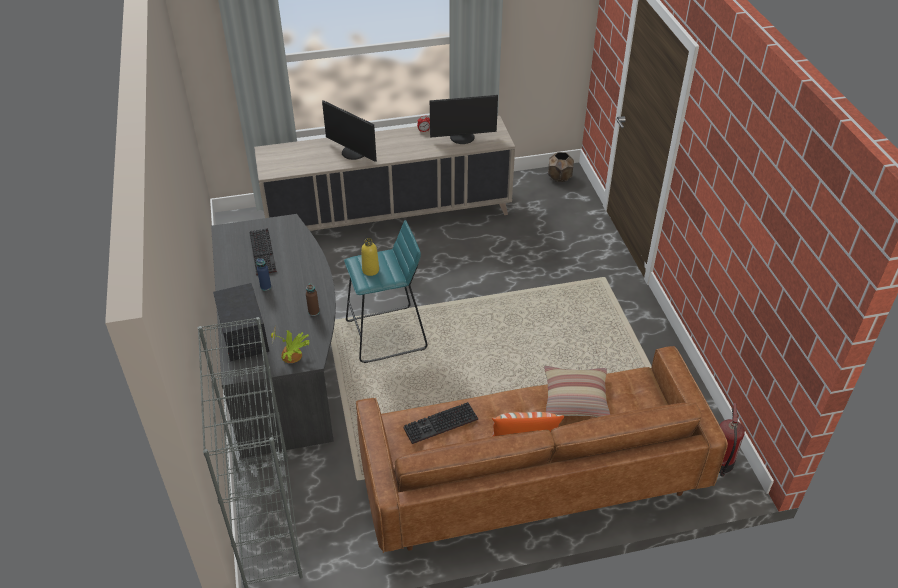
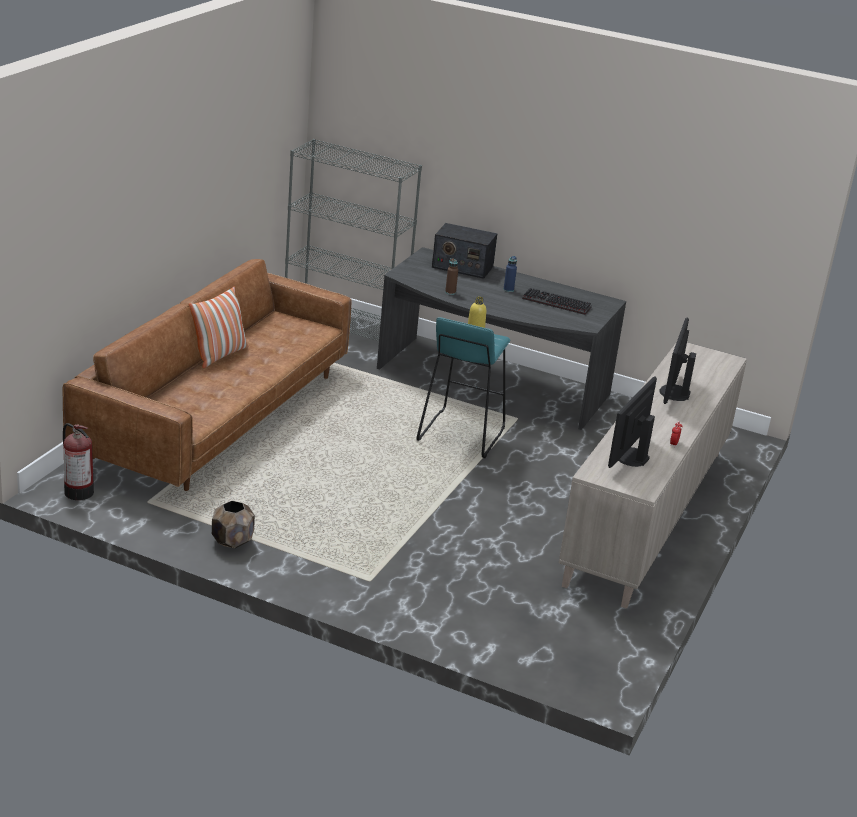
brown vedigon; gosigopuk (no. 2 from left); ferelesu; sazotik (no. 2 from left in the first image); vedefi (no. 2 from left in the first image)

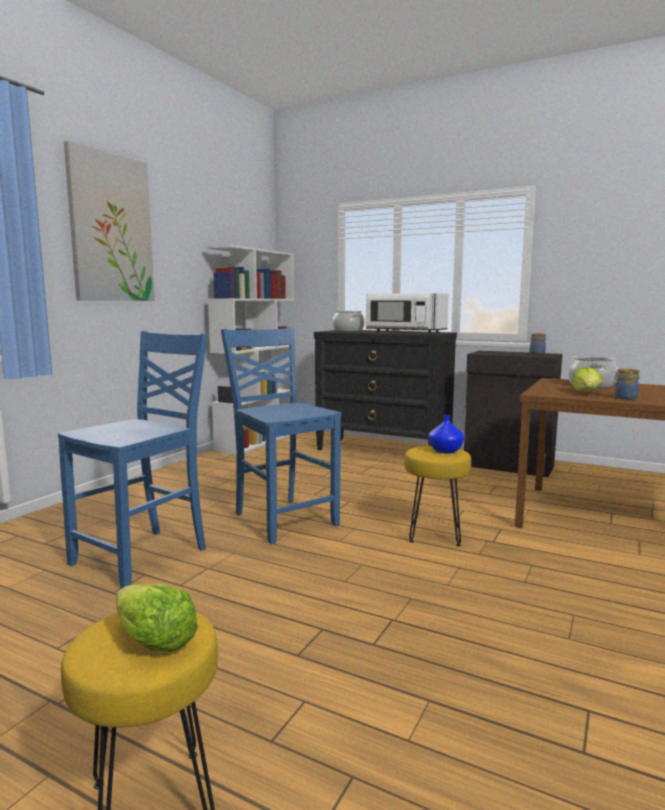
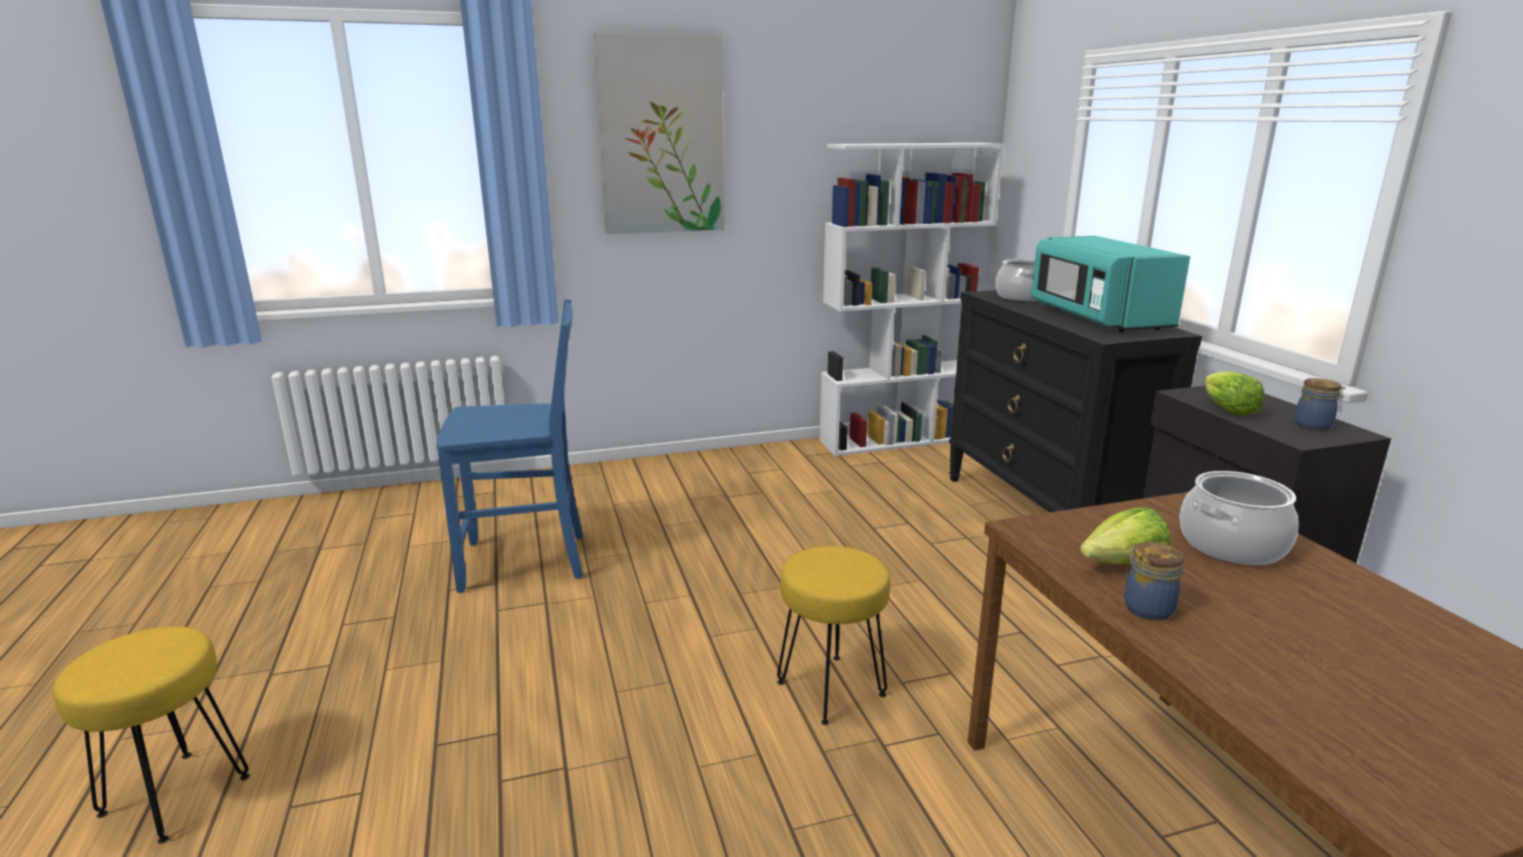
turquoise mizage; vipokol (no. 2 from left); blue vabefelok (no. 2 from left in the first image); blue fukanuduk

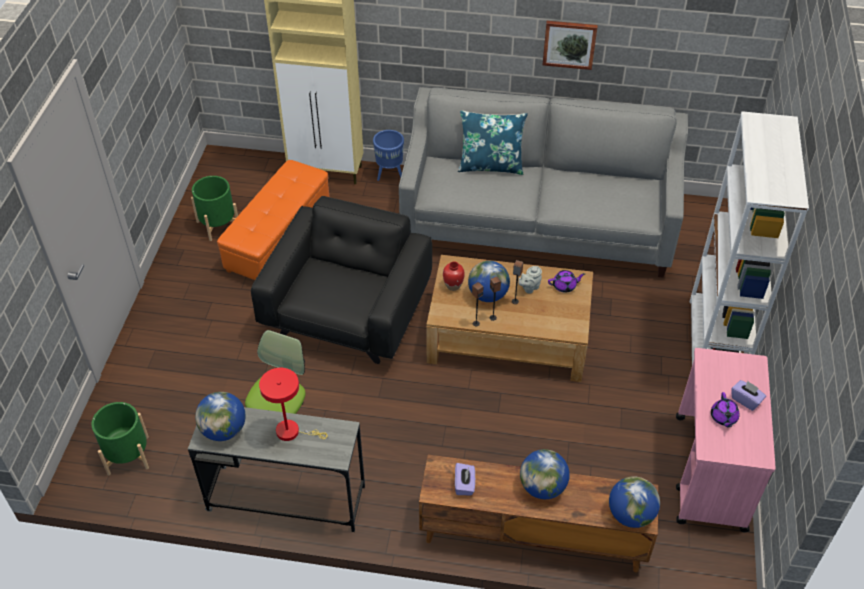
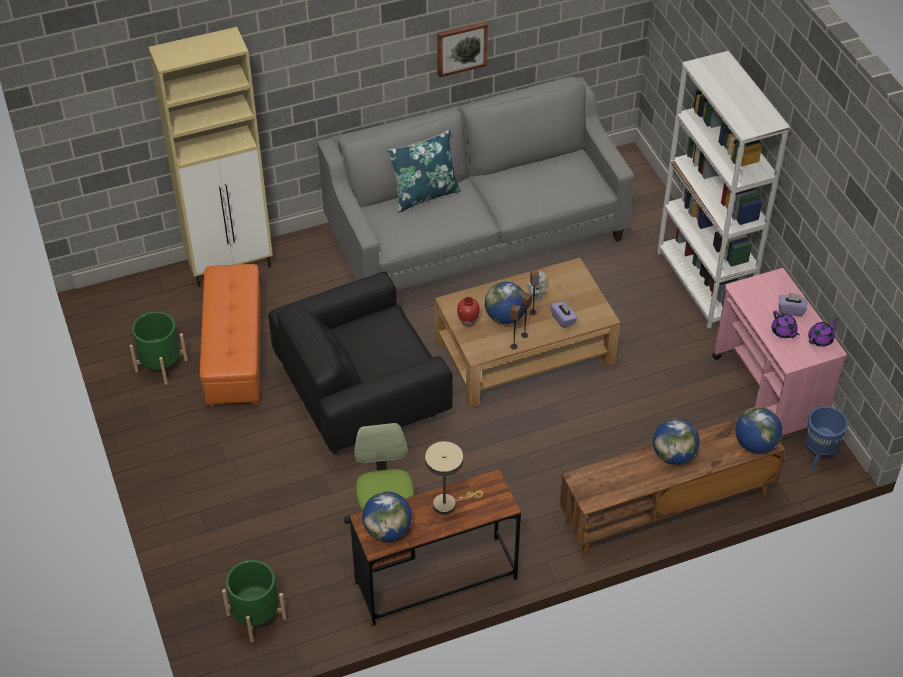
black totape; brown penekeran; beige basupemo; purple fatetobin (no. 1 from left); blue vedigon; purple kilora (no. 2 from left)

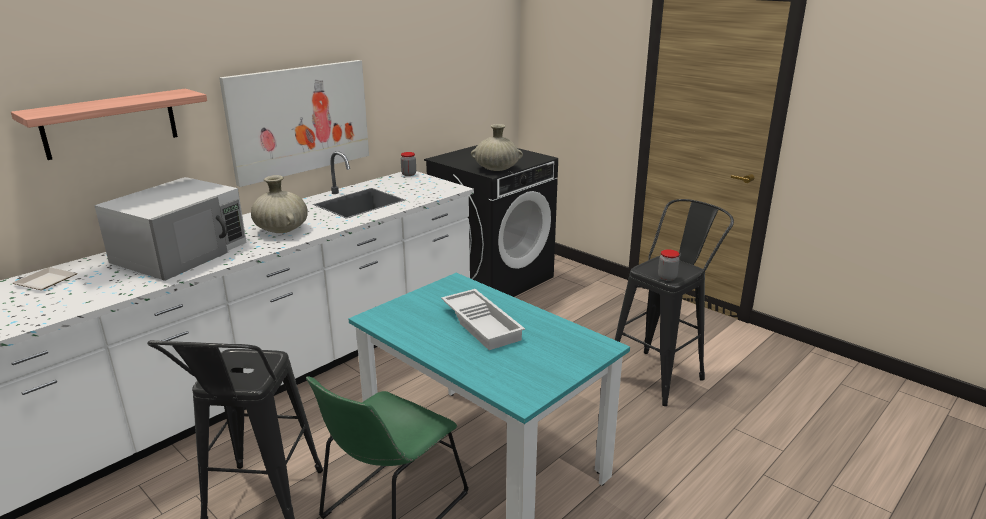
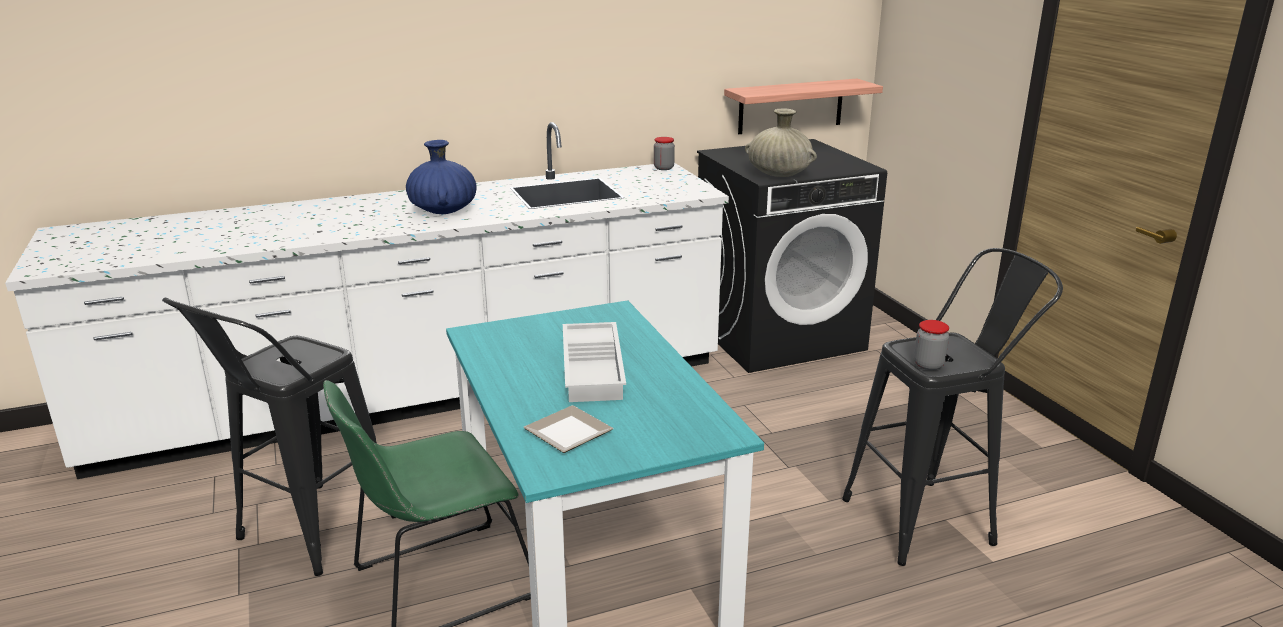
blue fukanuduk; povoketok; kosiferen; white mizage; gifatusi

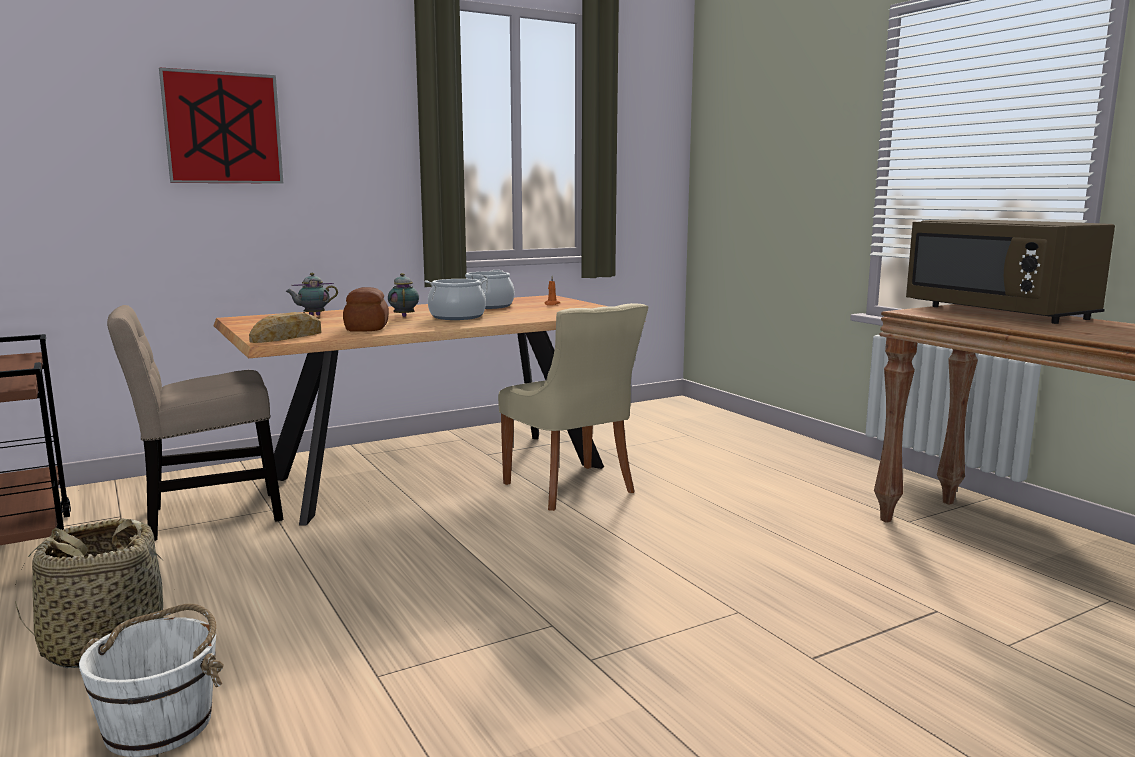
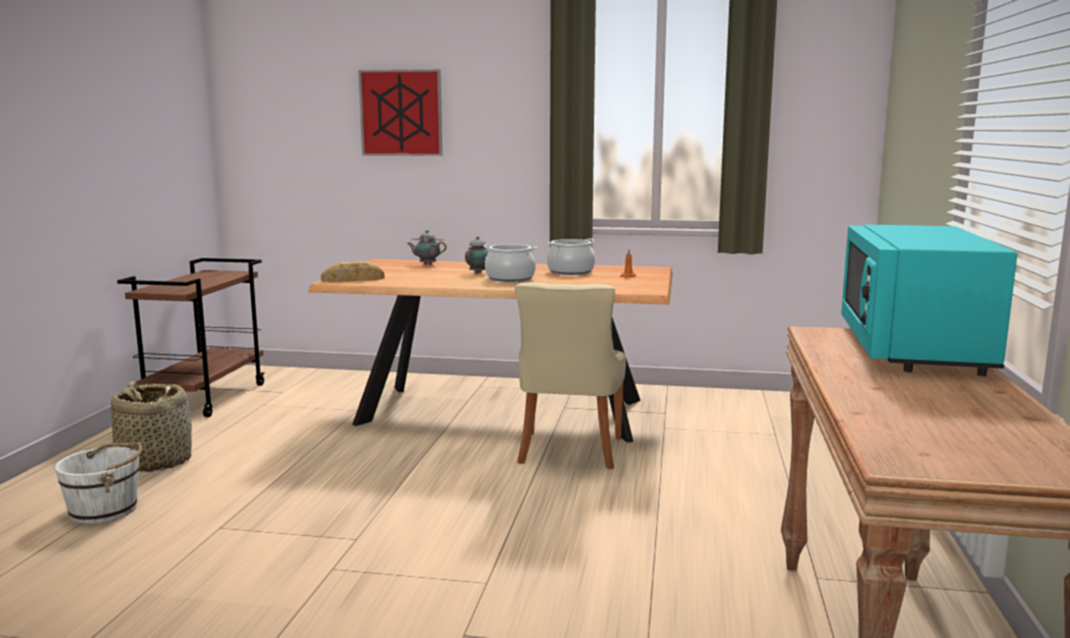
turquoise mizage; beige vabefelok (no. 1 from left in the first image); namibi (no. 2 from left in the first image)

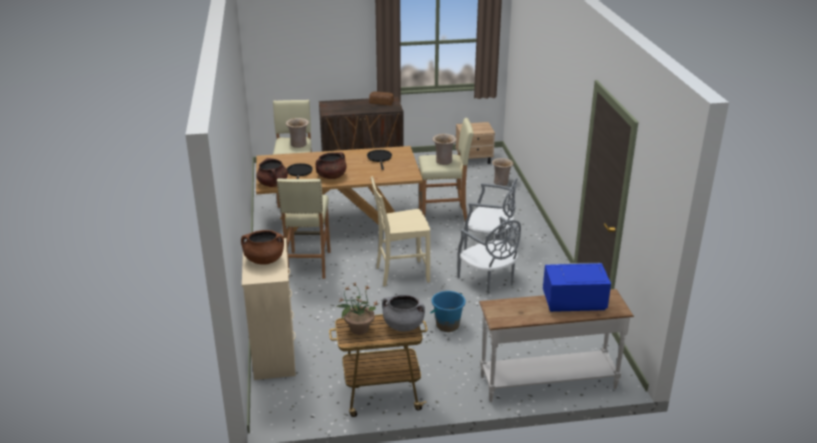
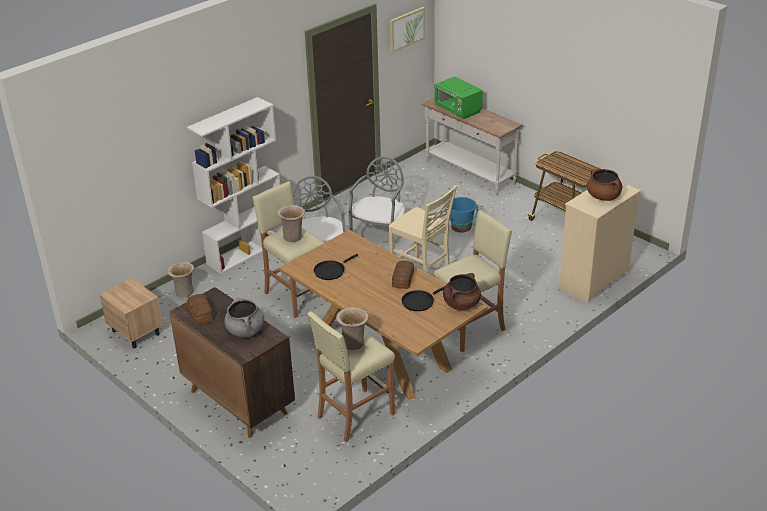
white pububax; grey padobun; gifatusi; namibi (no. 2 from left); green mizage; ferelesu

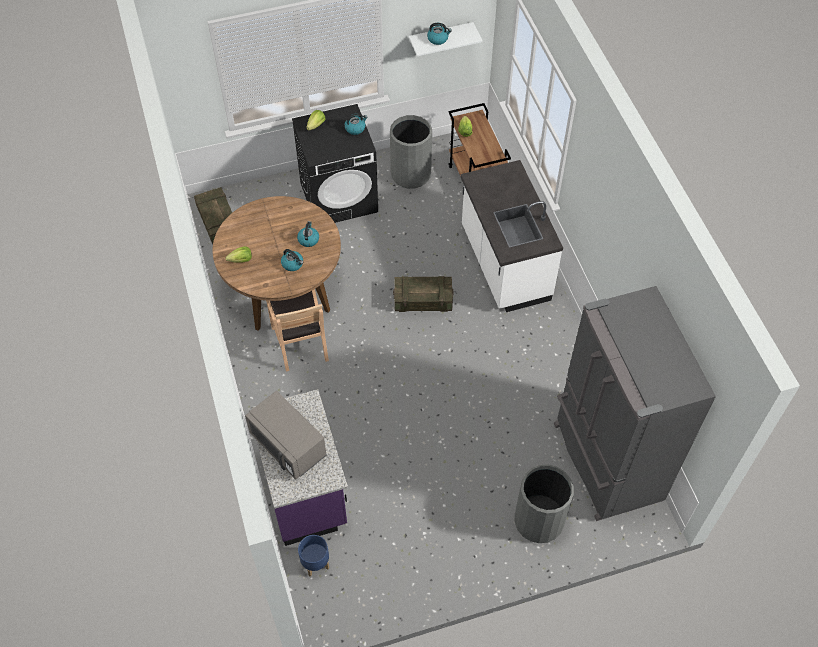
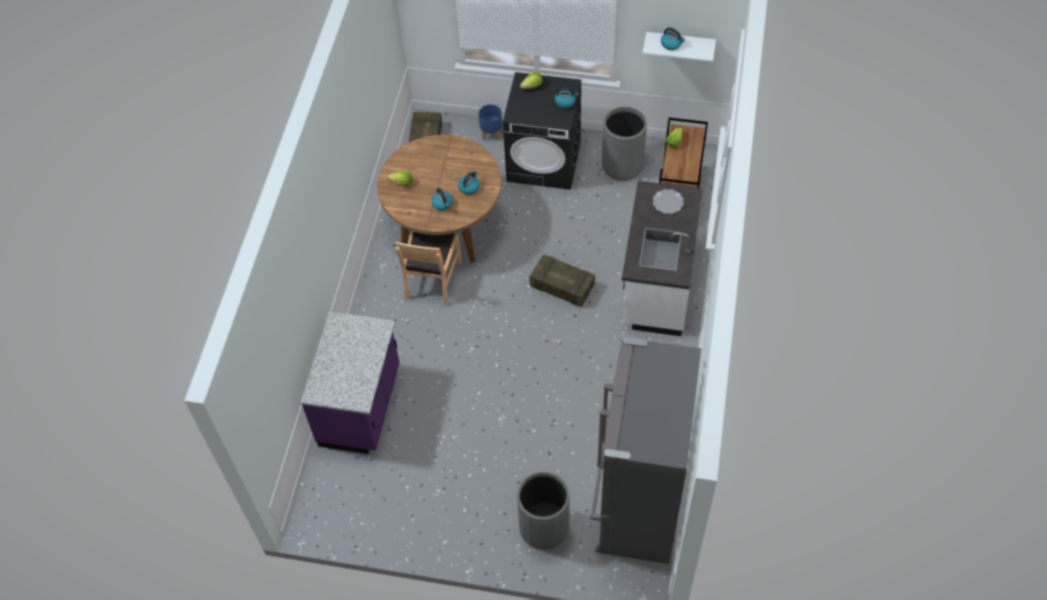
blue vedigon; povoketok; grey mizage

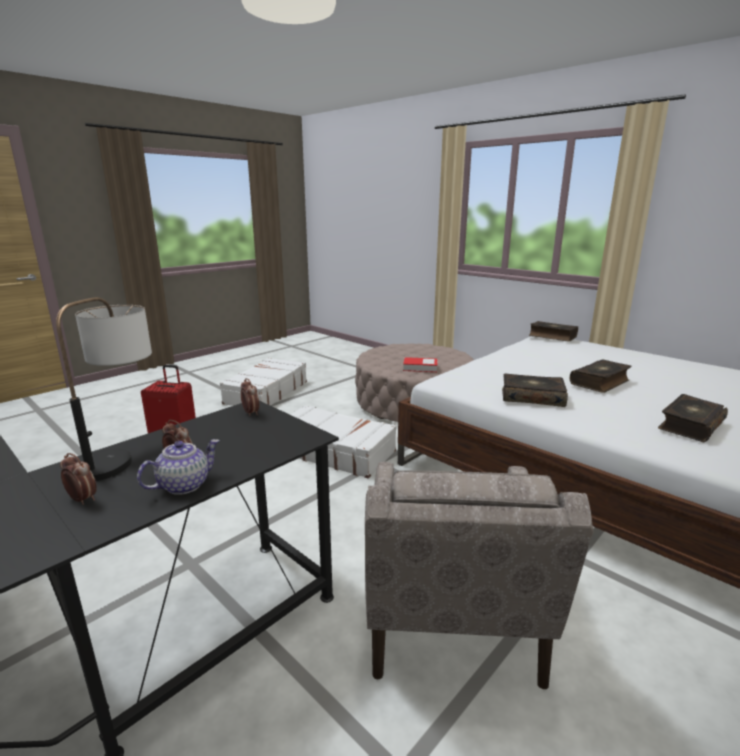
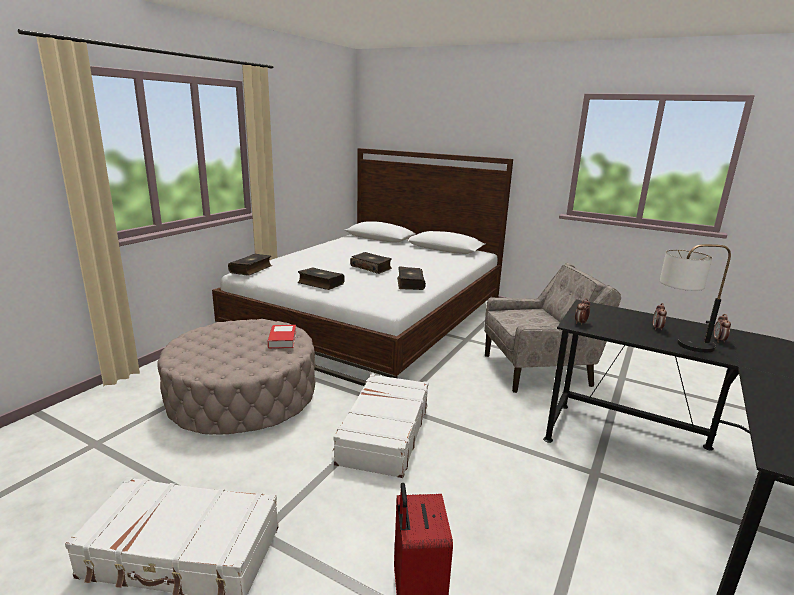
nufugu (no. 3 from left); kilora

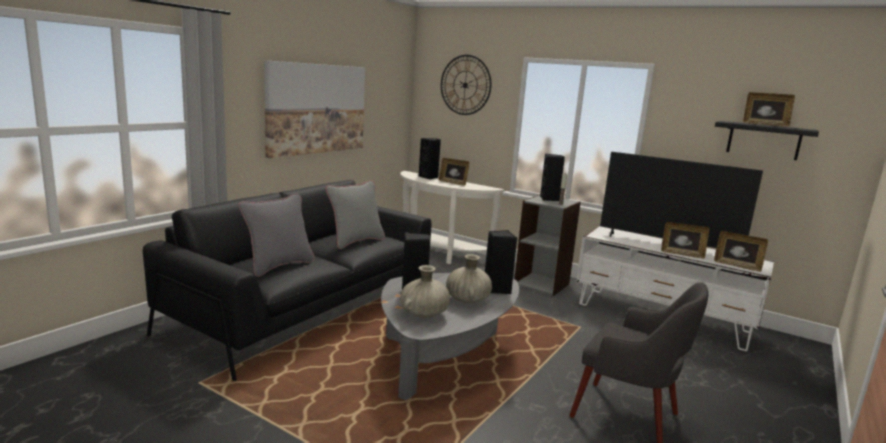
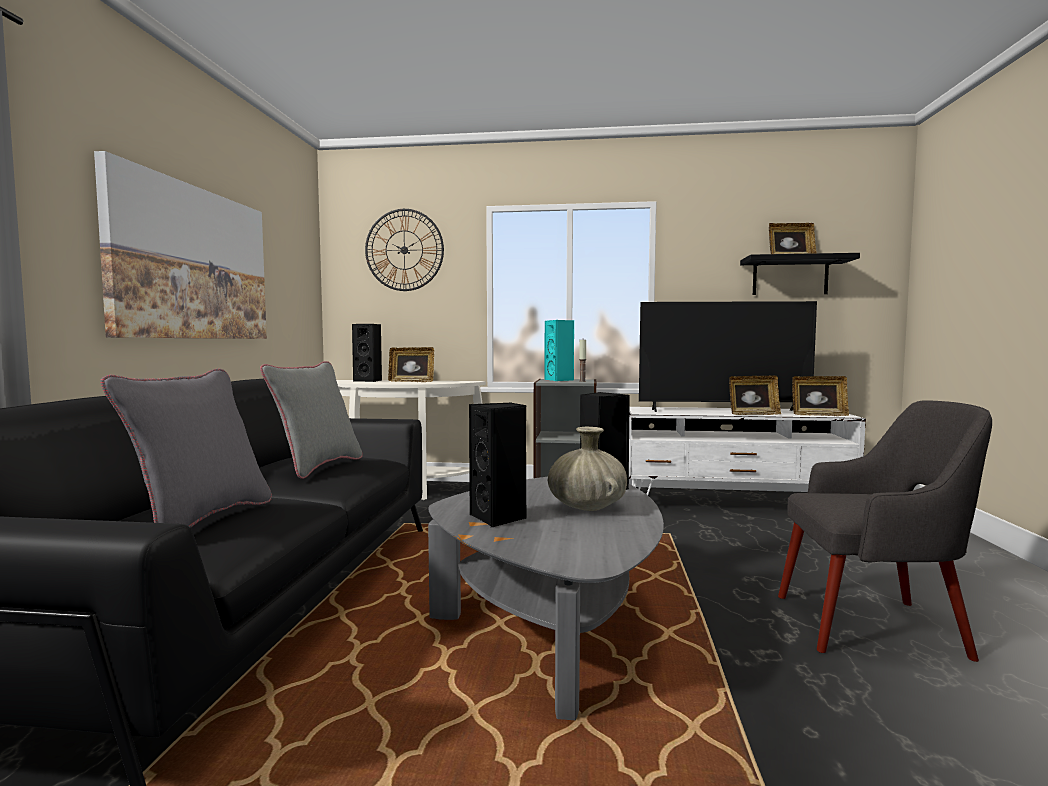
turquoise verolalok; beige fukanuduk (no. 1 from left in the first image)

